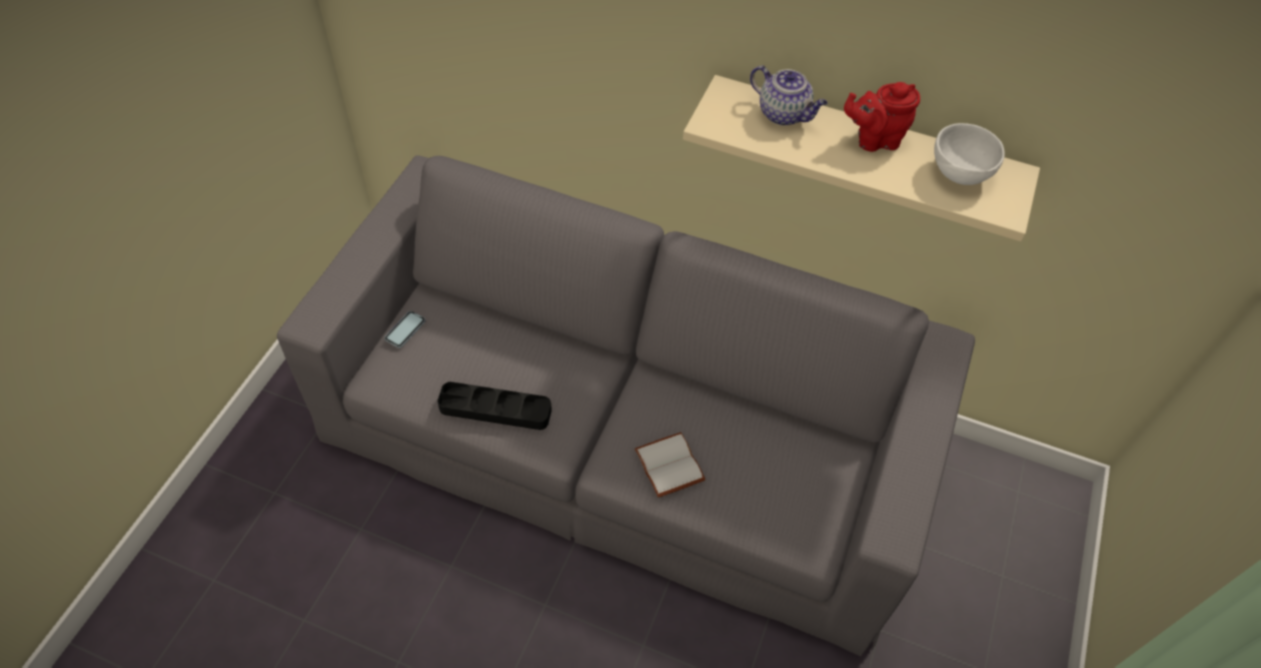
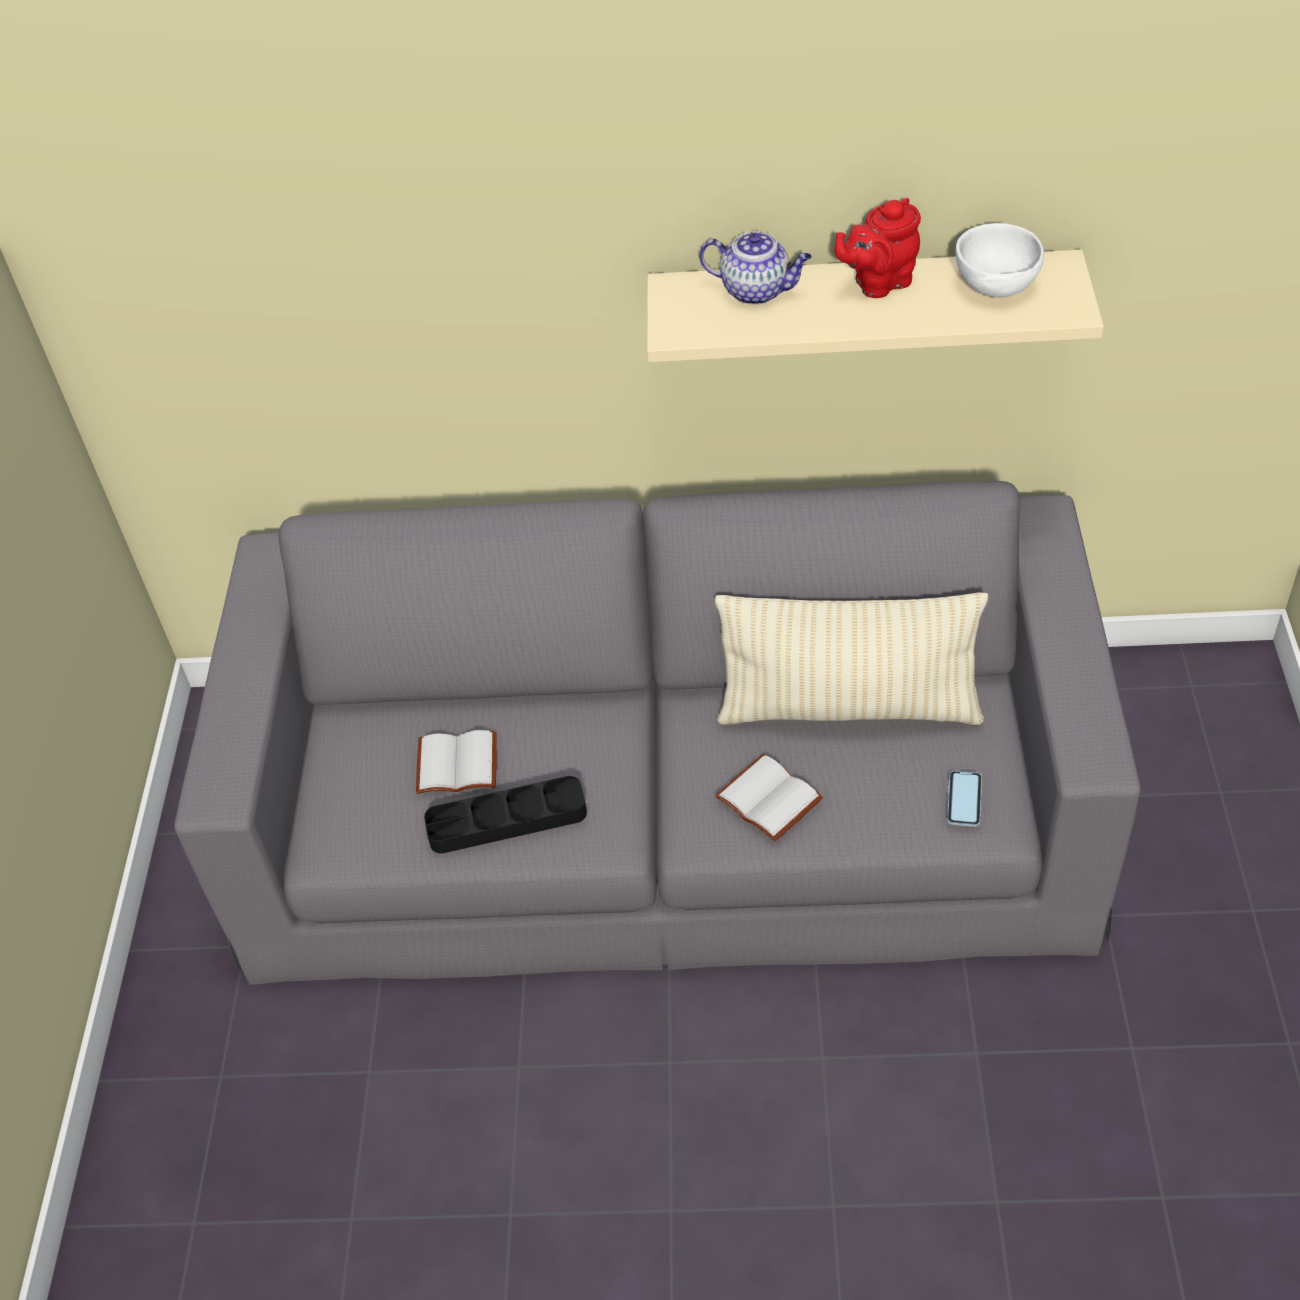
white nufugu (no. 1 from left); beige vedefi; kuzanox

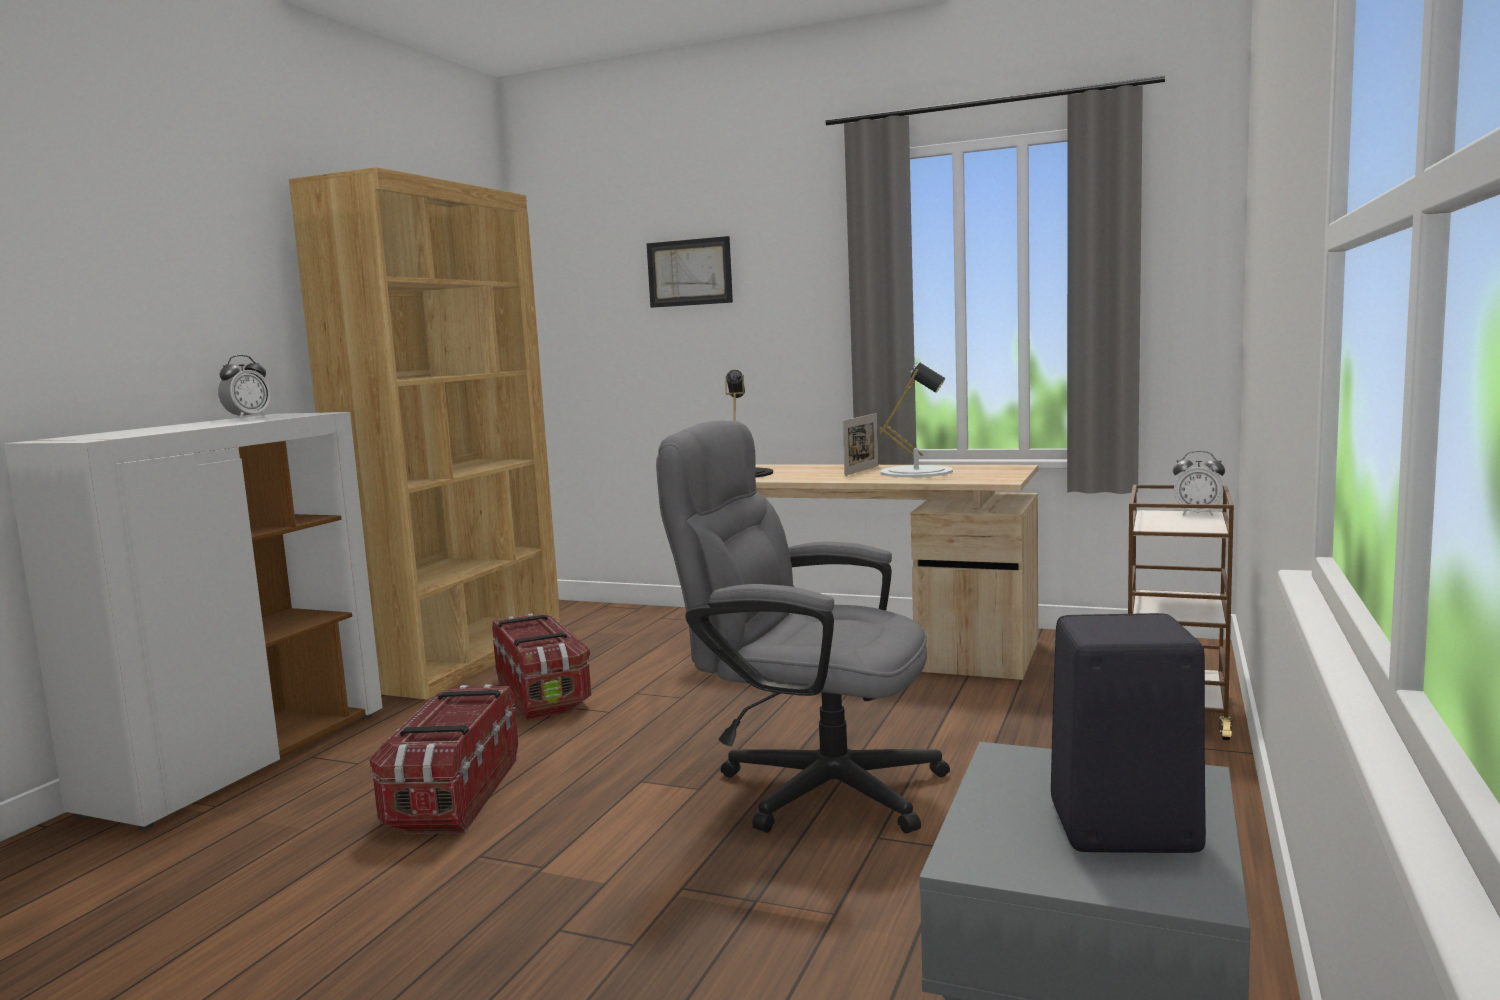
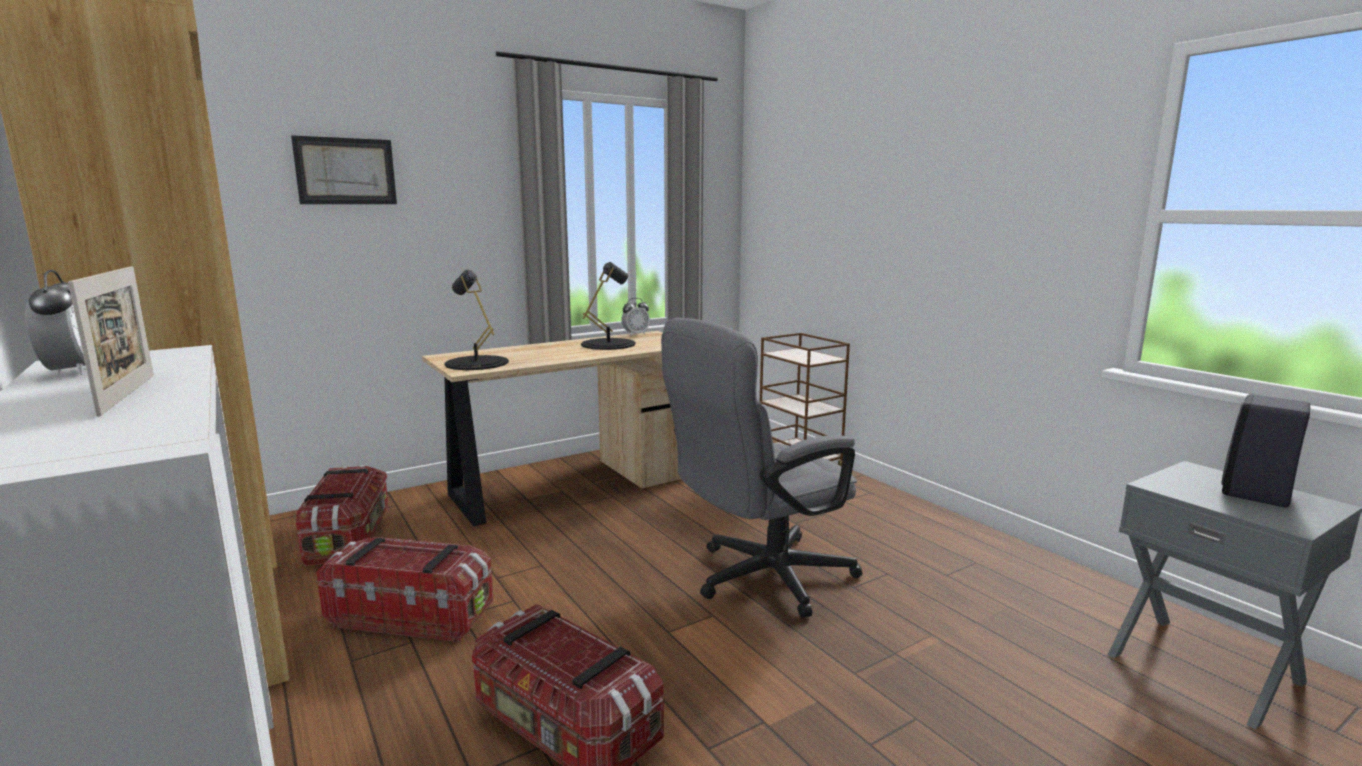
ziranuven; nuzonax (no. 1 from left); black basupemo (no. 2 from left); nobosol (no. 2 from left)

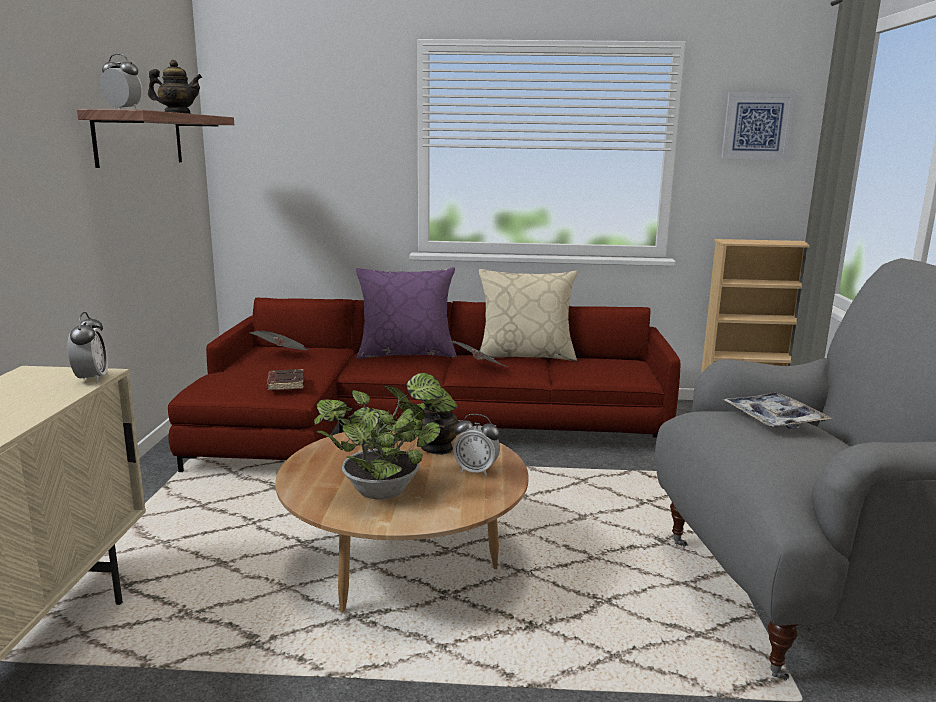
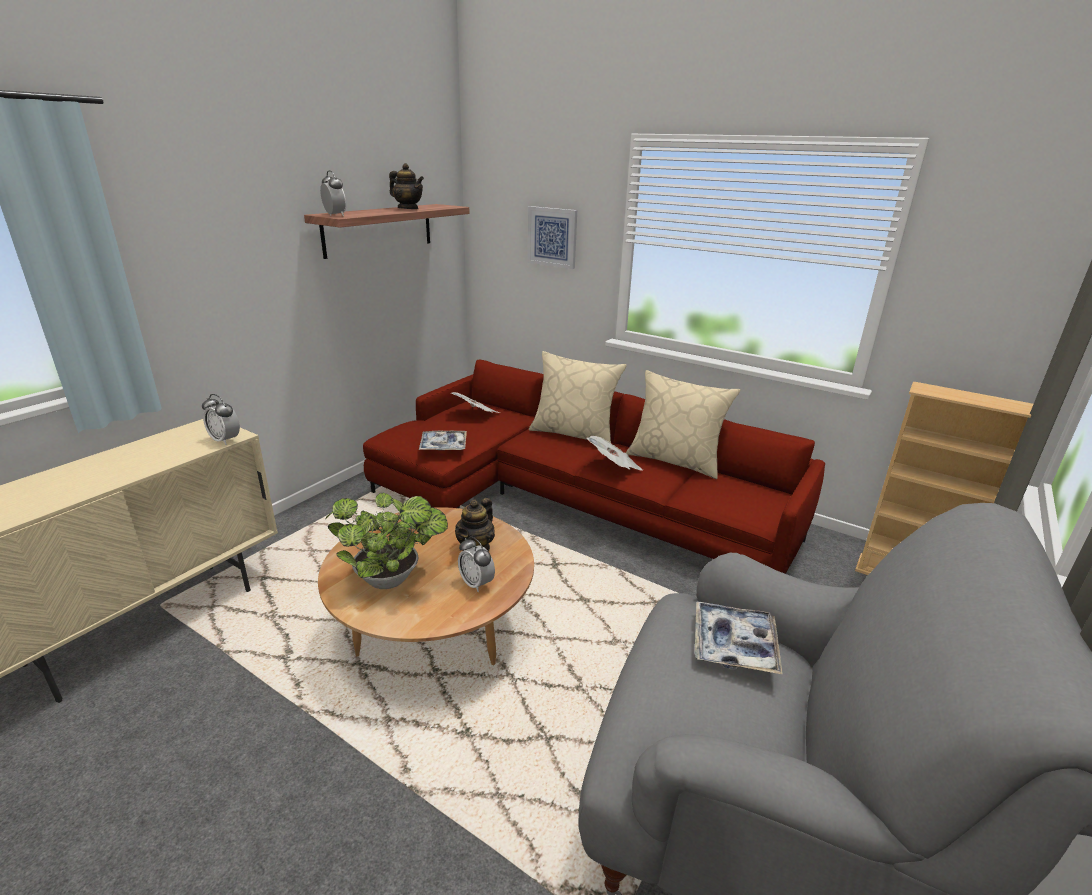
nobosol (no. 1 from left); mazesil (no. 1 from left); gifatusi; beige vedefi (no. 1 from left)

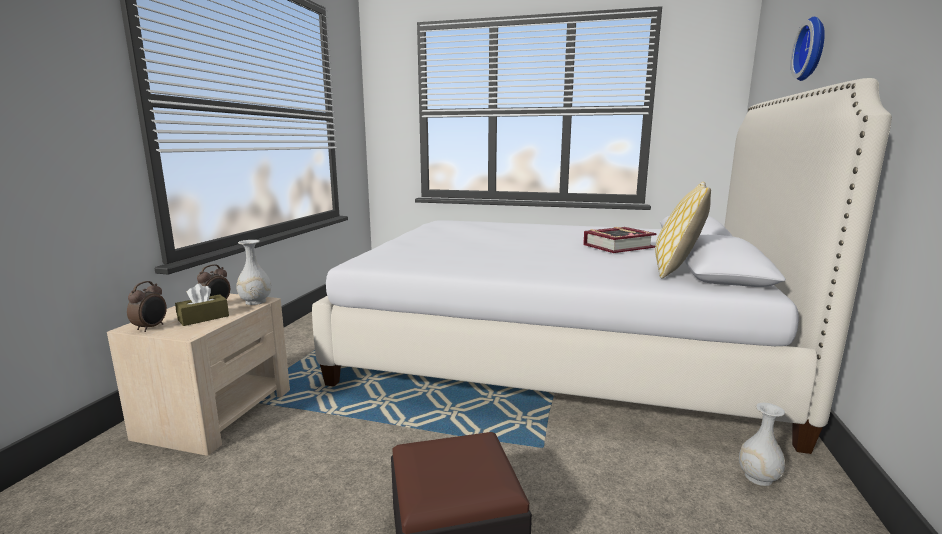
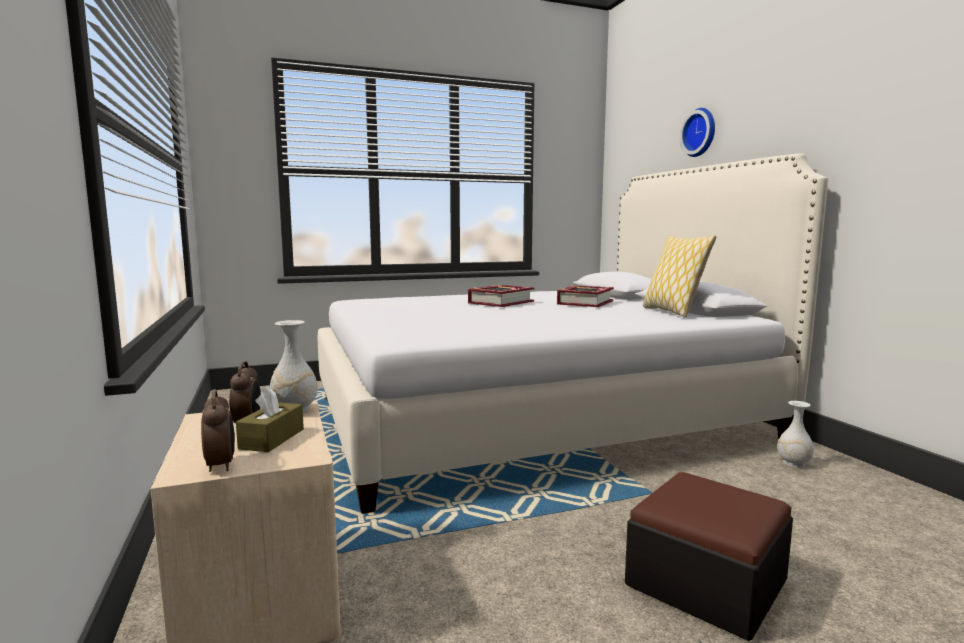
nufugu (no. 1 from left)

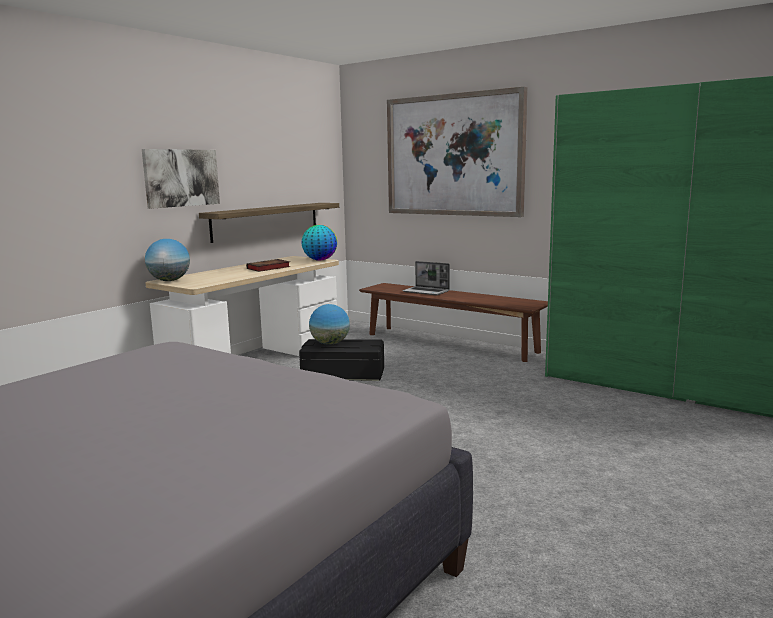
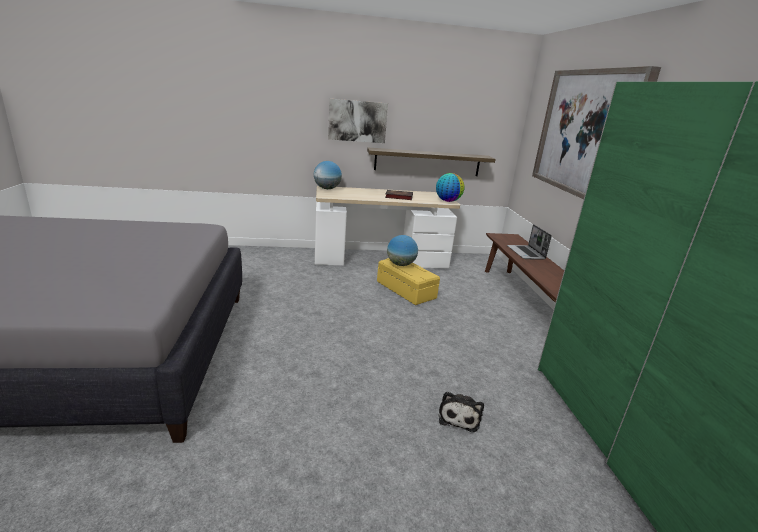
yellow nuzonax; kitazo

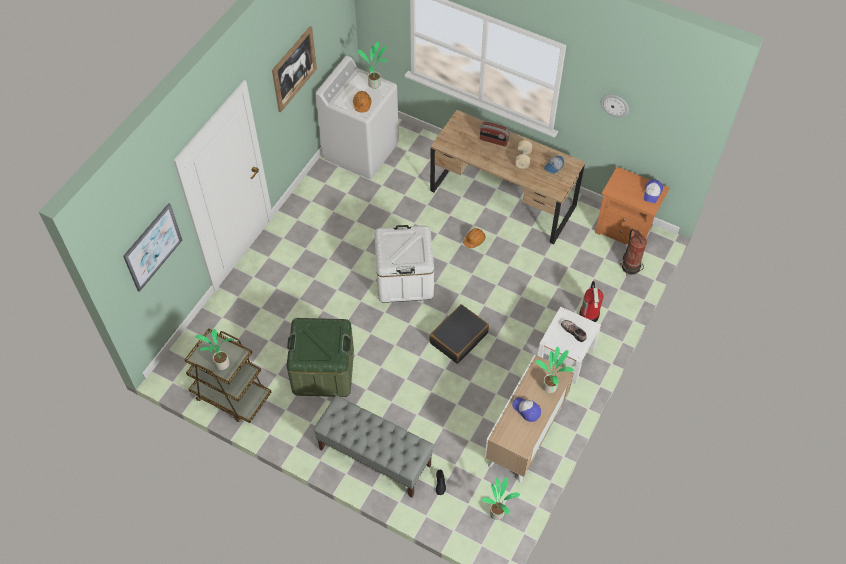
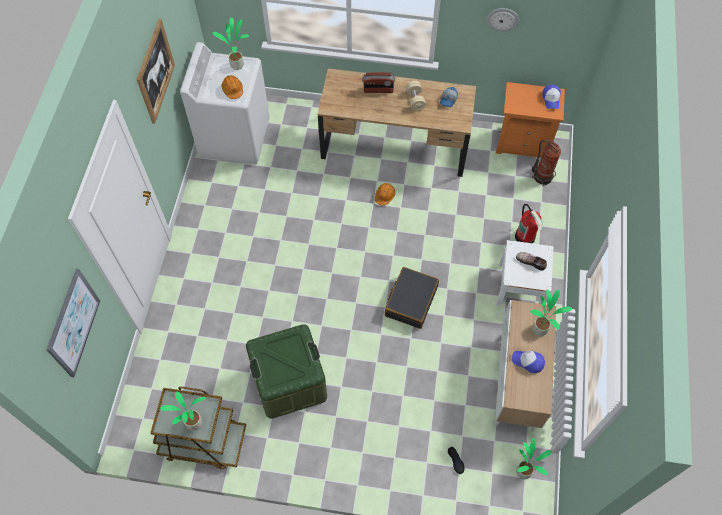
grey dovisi; white nuzonax

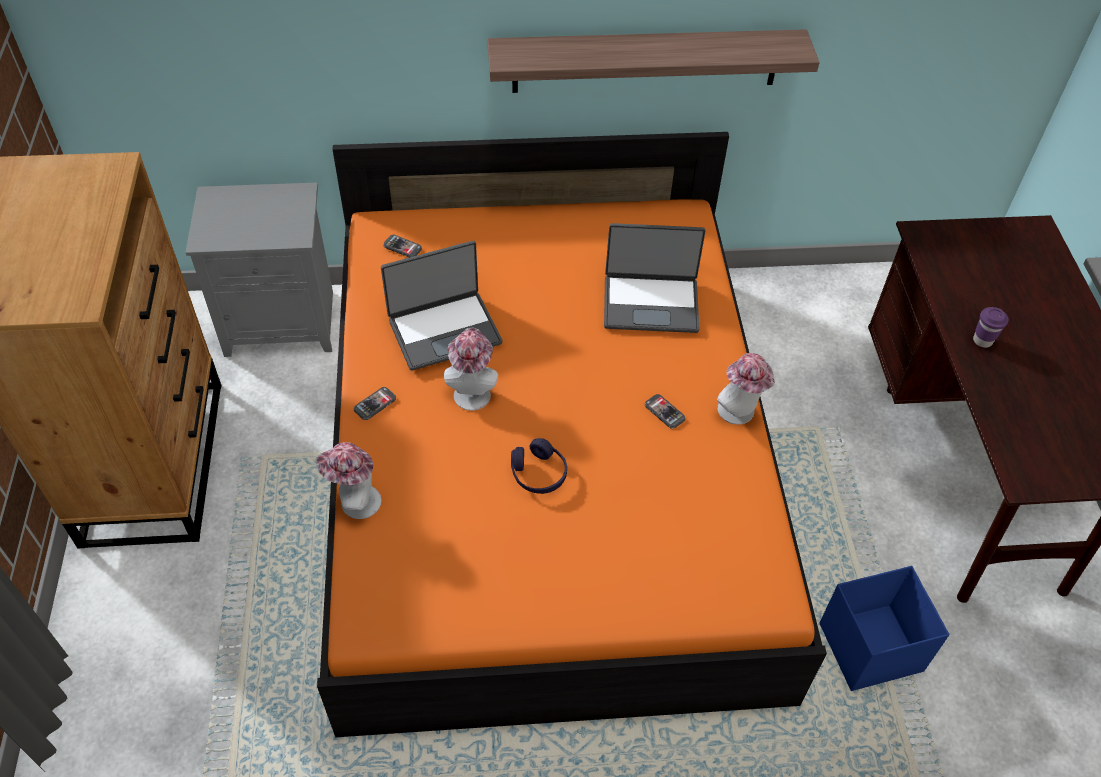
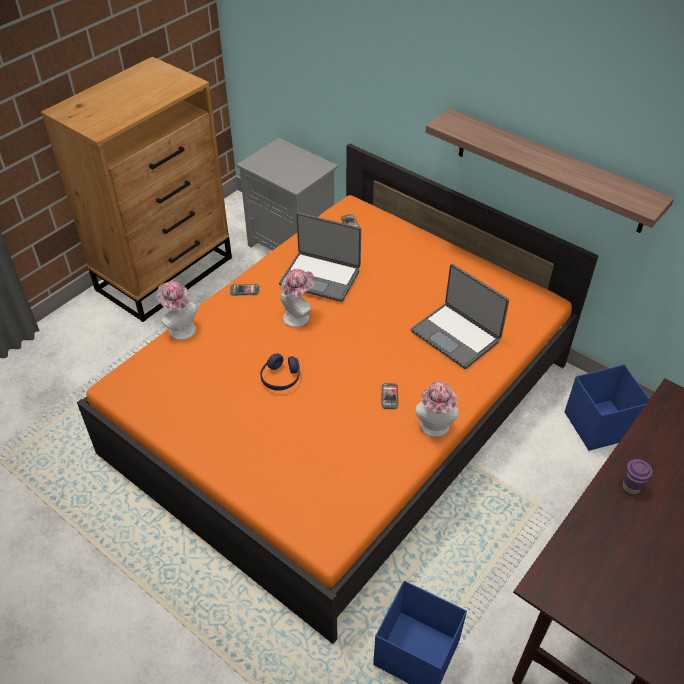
blue nuzonax (no. 2 from left)

